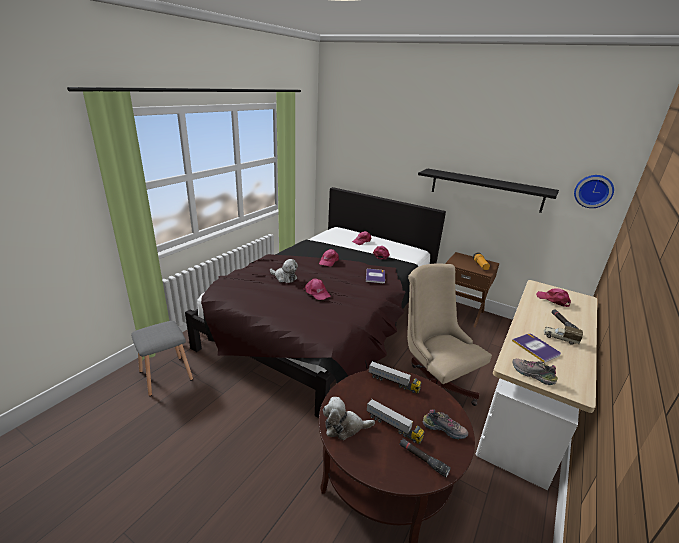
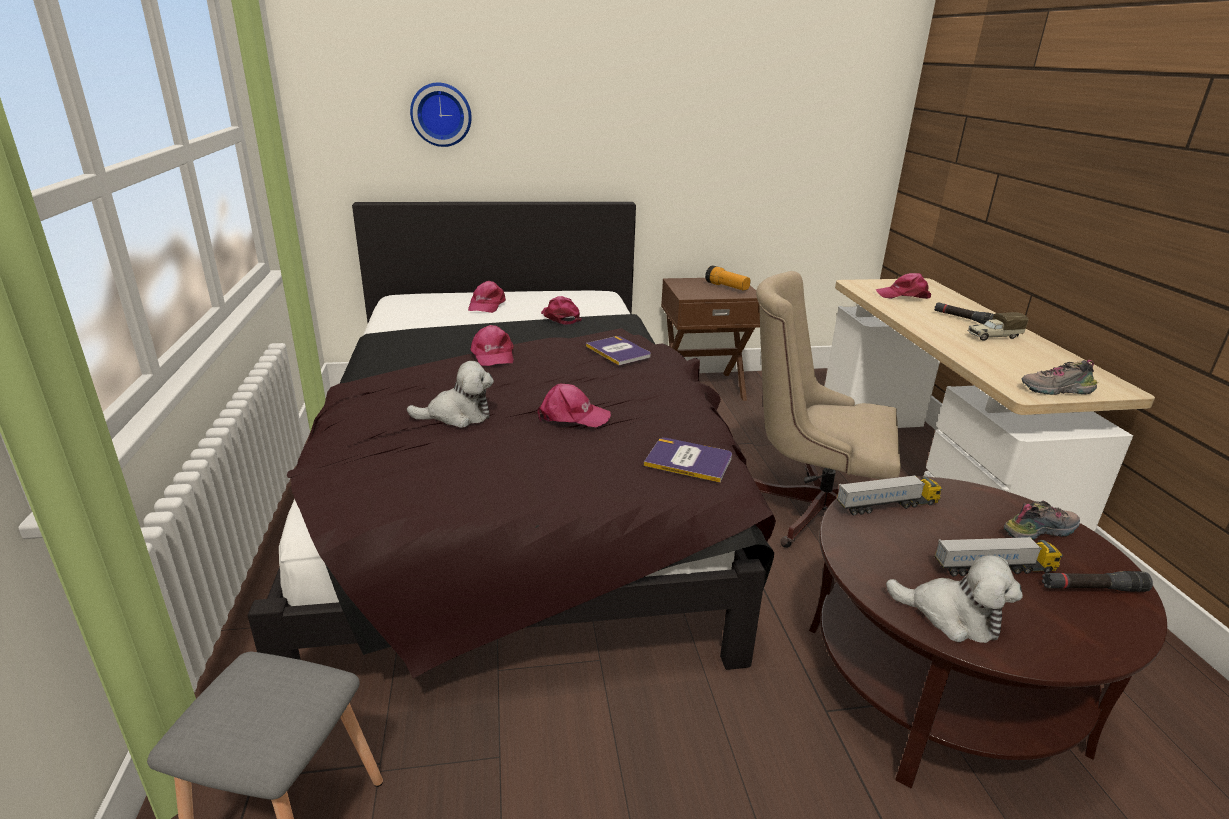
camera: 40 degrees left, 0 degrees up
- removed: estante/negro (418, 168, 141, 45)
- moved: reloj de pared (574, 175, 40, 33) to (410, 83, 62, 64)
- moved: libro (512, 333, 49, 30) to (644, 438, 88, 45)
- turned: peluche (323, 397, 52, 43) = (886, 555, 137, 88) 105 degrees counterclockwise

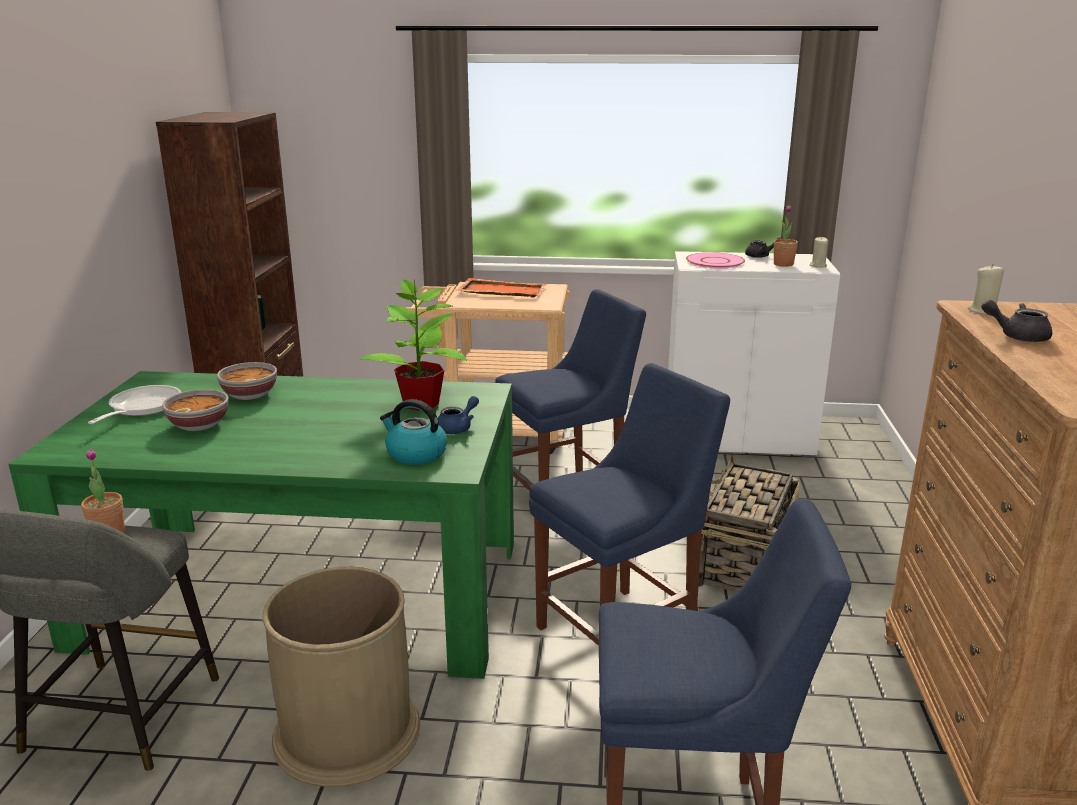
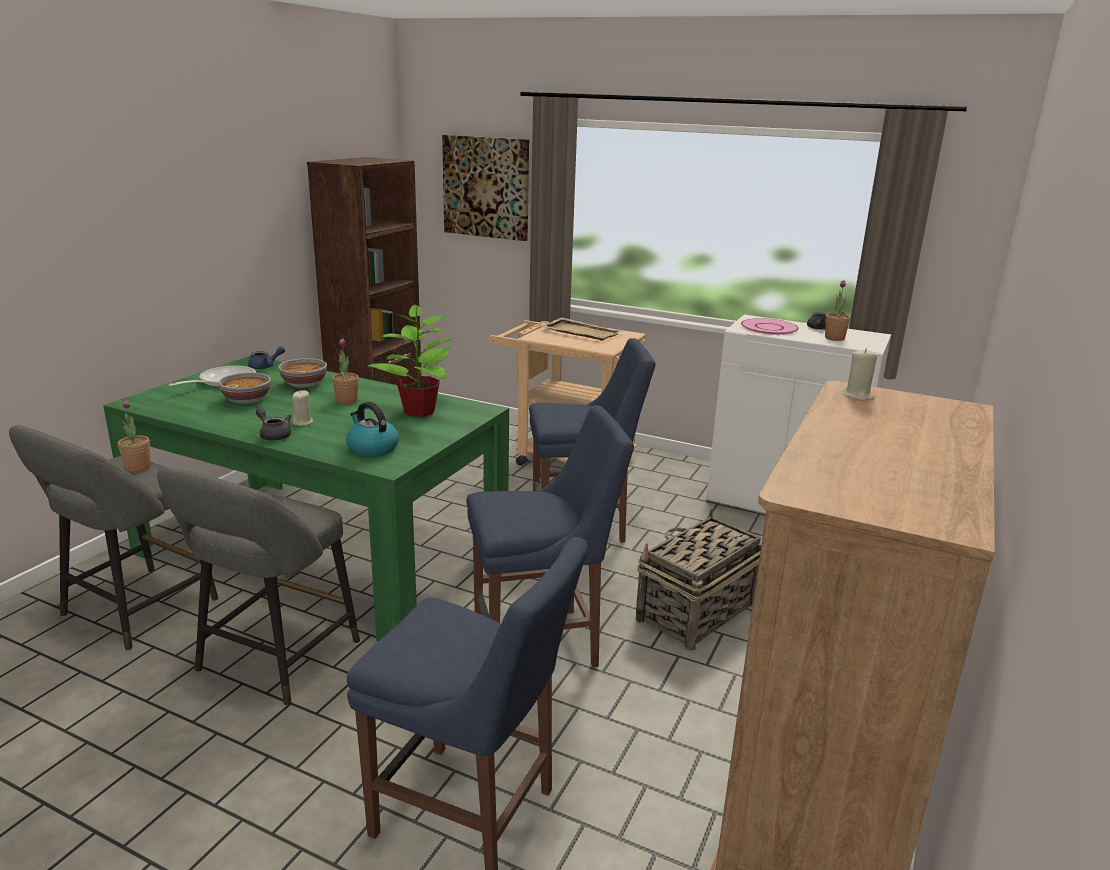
camera: 20 degrees right, 0 degrees up
- moved: vela/beis (810, 237, 18, 31) to (292, 390, 21, 36)
- recoloured: bandeja/naranja (456, 278, 91, 19) to bandeja/beis (540, 318, 85, 23)
- moved: tetera/gris (981, 300, 71, 42) to (256, 408, 36, 33)
- moved: tetera/azul (438, 396, 41, 38) to (248, 346, 37, 23)
- replaced: papelera/marrón (262, 567, 159, 220) to taburete/gris (157, 467, 203, 239)
- added: cuadro (442, 135, 87, 106)
- added: planta en maceta (332, 338, 27, 66)

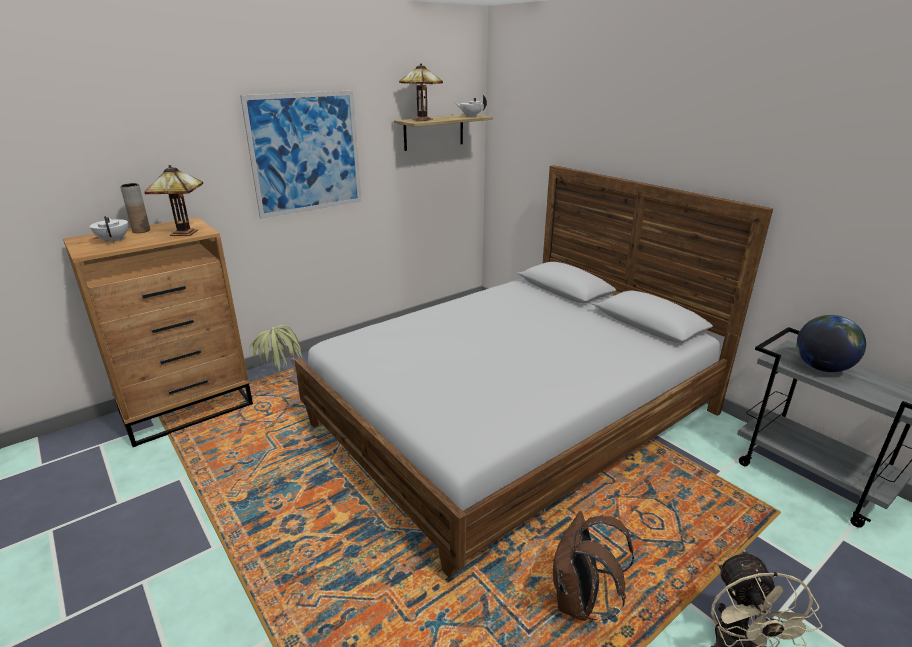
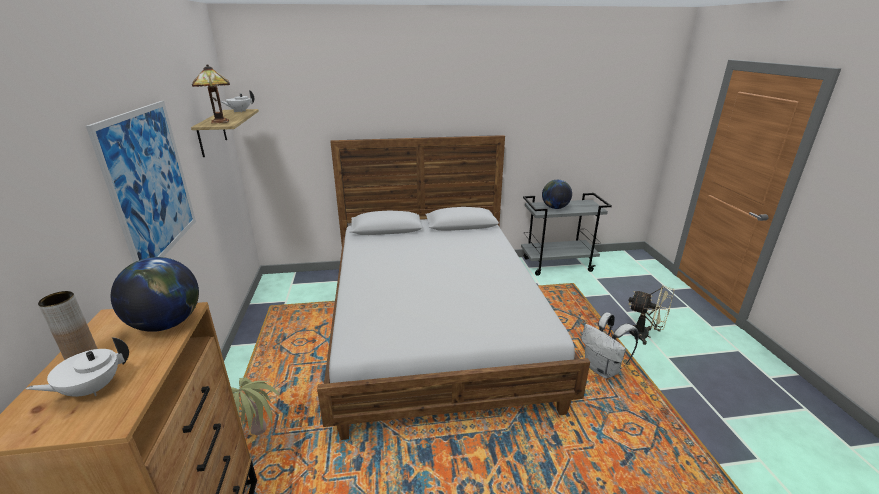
camera: 60 degrees left, 0 degrees up
- replaced: lámpara de mesa (145, 165, 58, 71) to globo terráqueo (111, 257, 88, 75)
- turned: tetera/blanco (90, 216, 38, 27) = (26, 337, 103, 60) 45 degrees counterclockwise
- recoloured: mochila/marrón (553, 511, 81, 110) to mochila/blanco (581, 312, 58, 67)

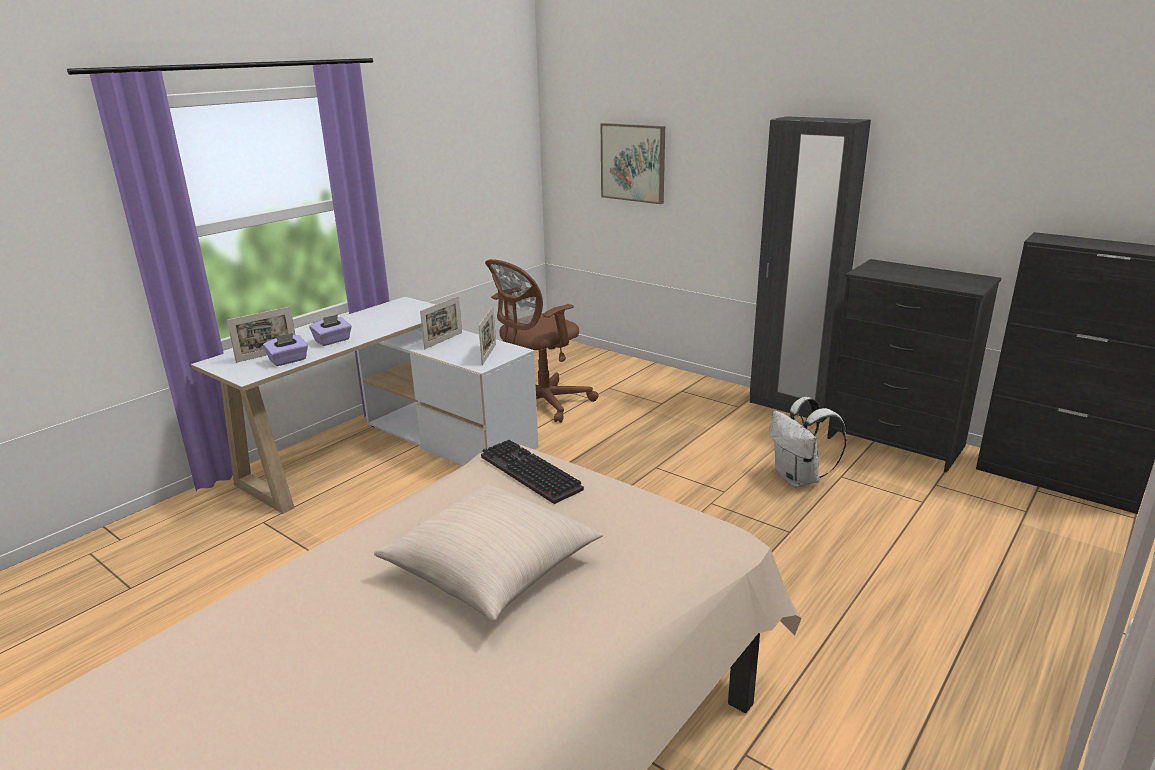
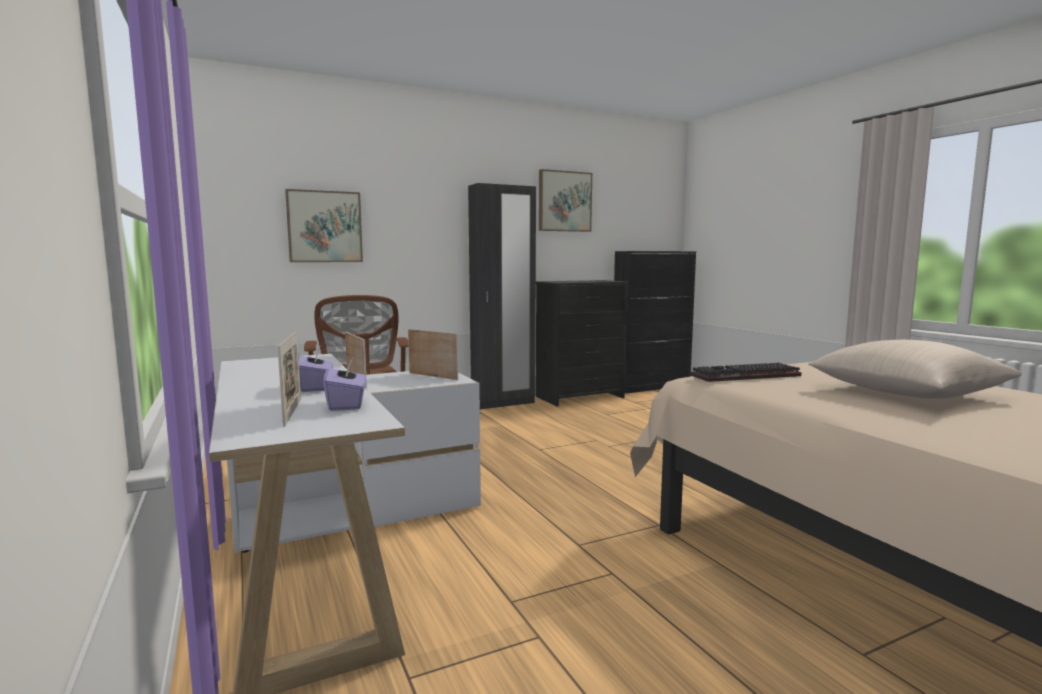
camera: 65 degrees left, 15 degrees down
- removed: mochila/blanco (769, 397, 78, 91)
- added: cuadro (539, 169, 53, 63)

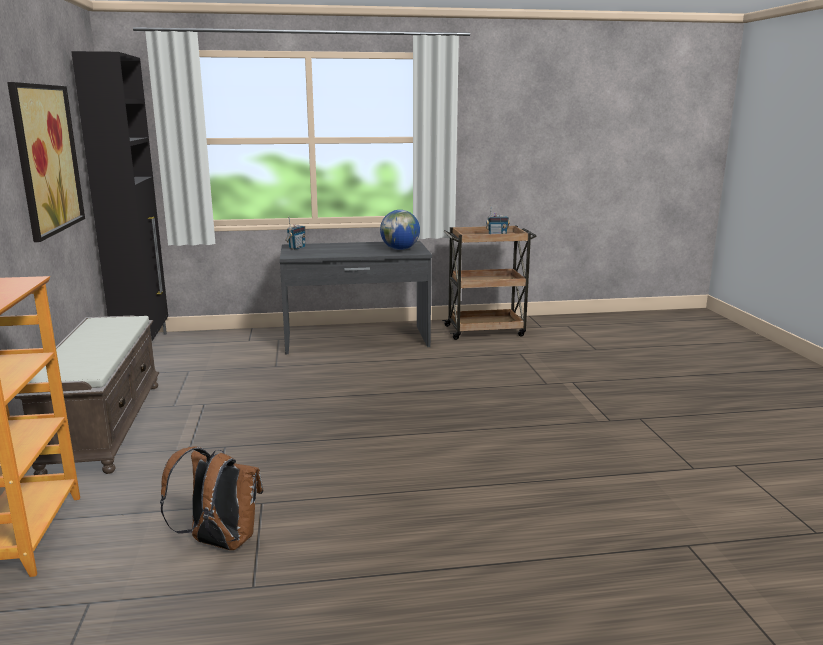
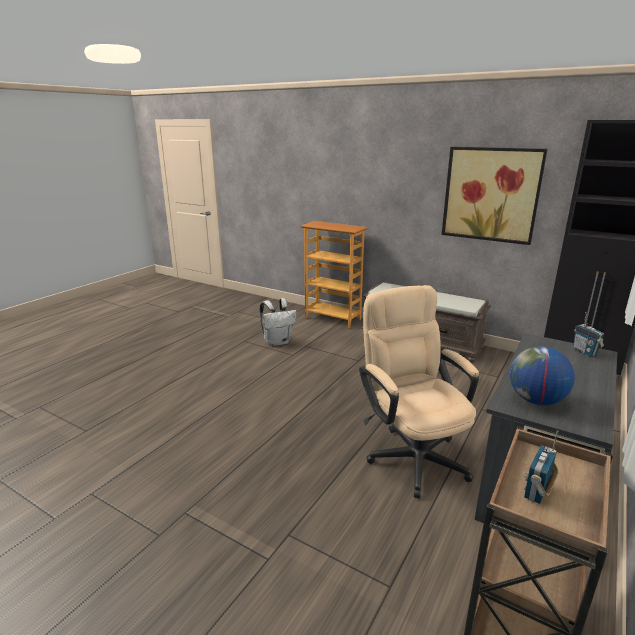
camera: 130 degrees right, 5 degrees up
- recoloured: mochila/marrón (160, 446, 103, 104) to mochila/blanco (260, 298, 37, 48)
- added: silla de oficina/beis (359, 285, 120, 213)

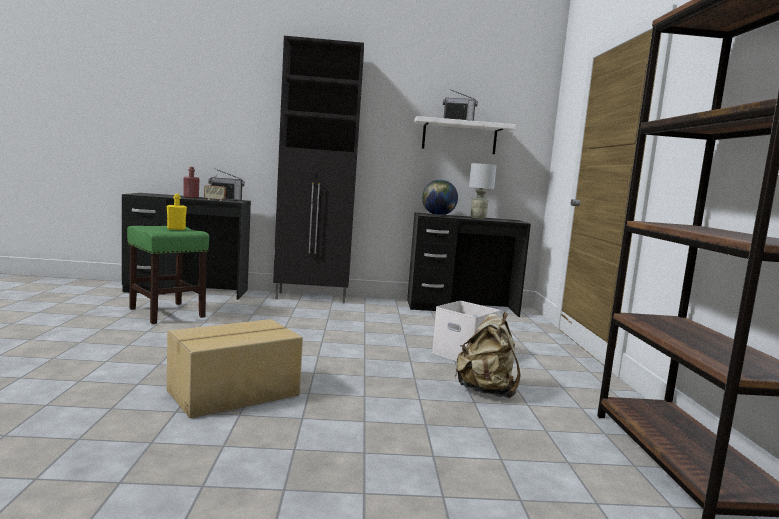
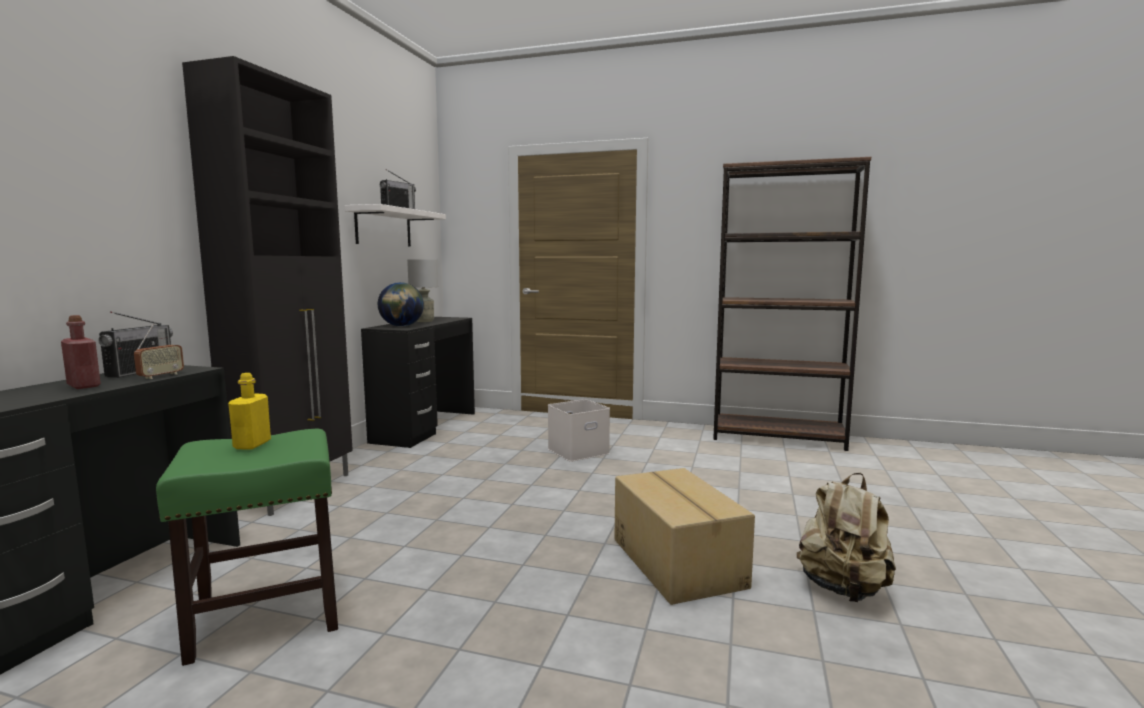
camera: 70 degrees left, 0 degrees up
- moved: mochila/beis (455, 312, 66, 86) to (797, 473, 99, 129)

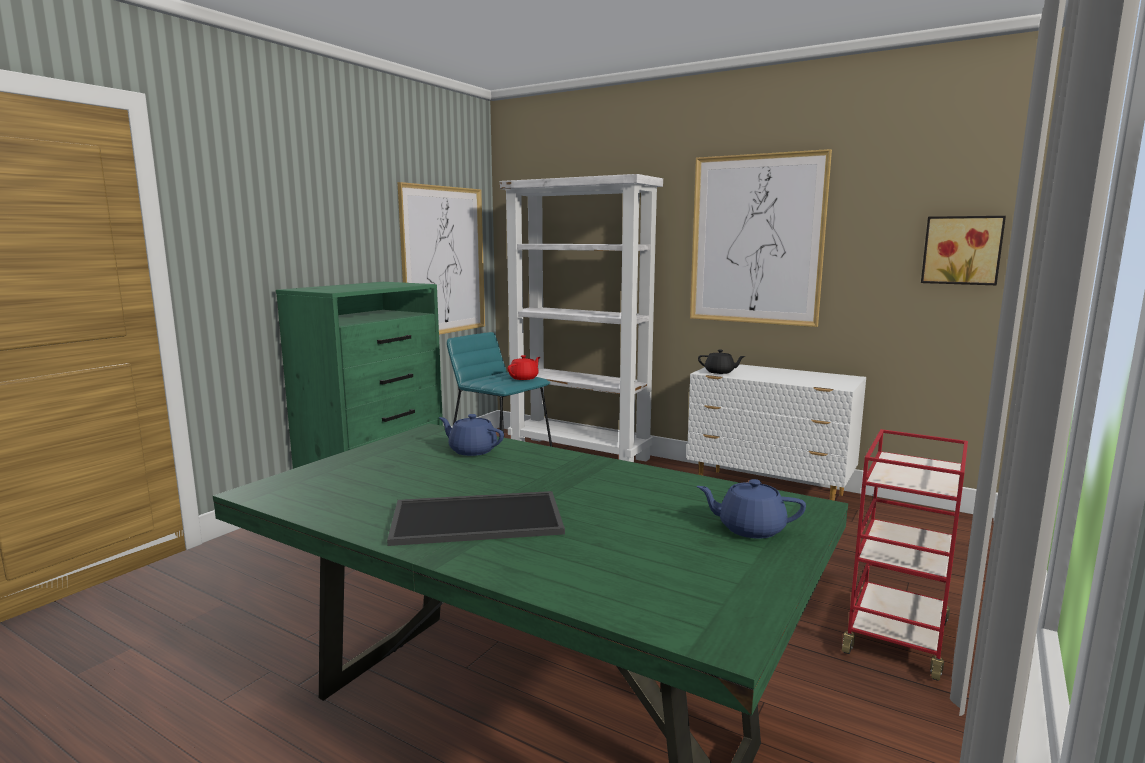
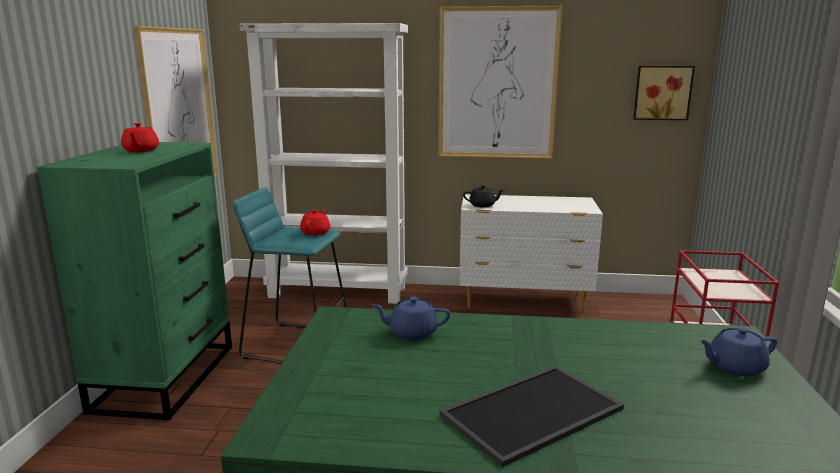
camera: 25 degrees left, 5 degrees up
- added: tetera/rojo (121, 123, 38, 29)

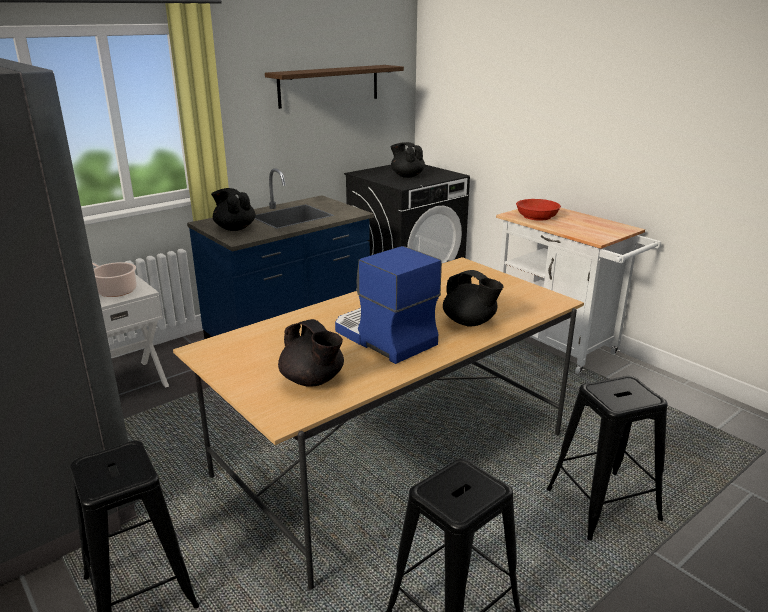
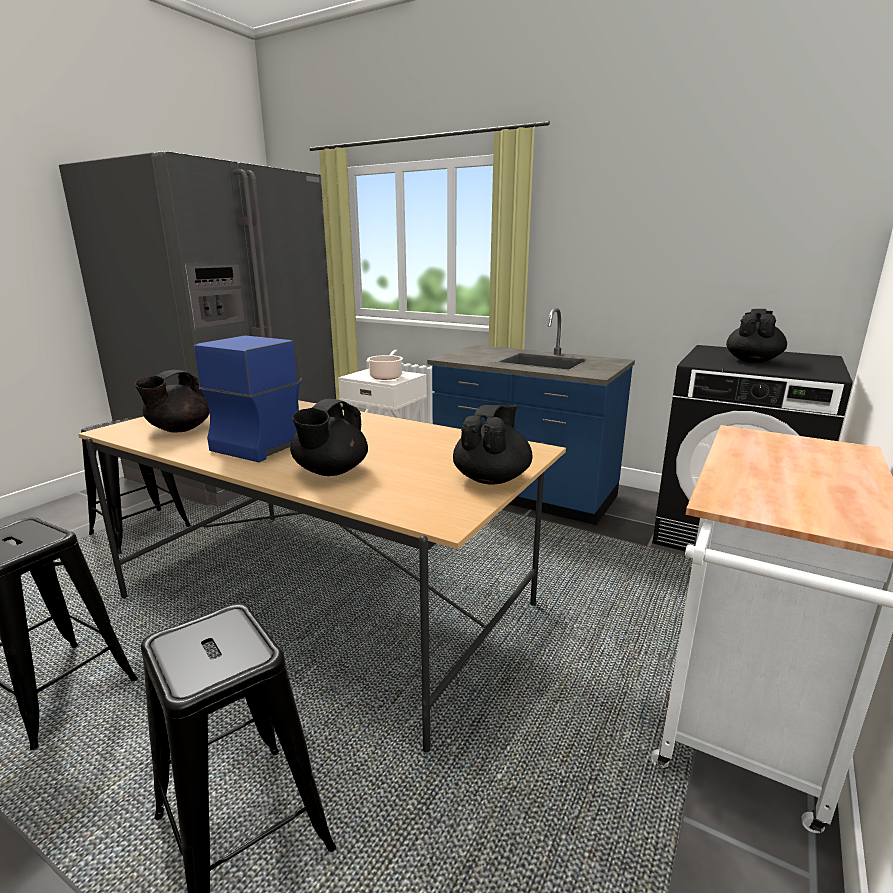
camera: 70 degrees right, 5 degrees down
- removed: estante (265, 65, 139, 44)
- moved: tetera/negro (211, 188, 44, 43) to (453, 405, 79, 79)
- removed: cuenco/rojo (516, 199, 45, 21)

